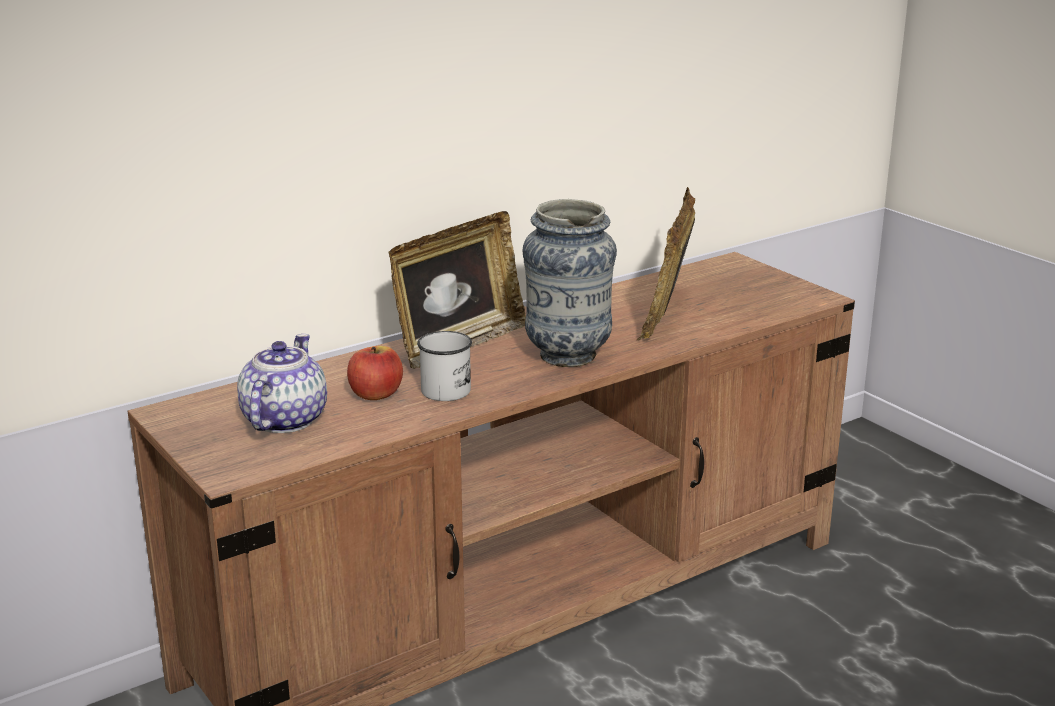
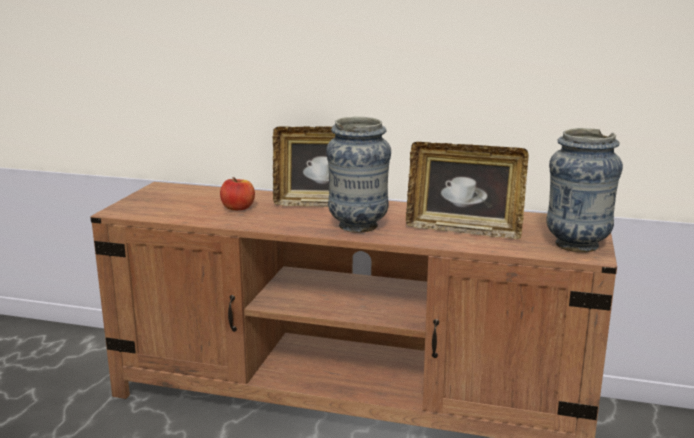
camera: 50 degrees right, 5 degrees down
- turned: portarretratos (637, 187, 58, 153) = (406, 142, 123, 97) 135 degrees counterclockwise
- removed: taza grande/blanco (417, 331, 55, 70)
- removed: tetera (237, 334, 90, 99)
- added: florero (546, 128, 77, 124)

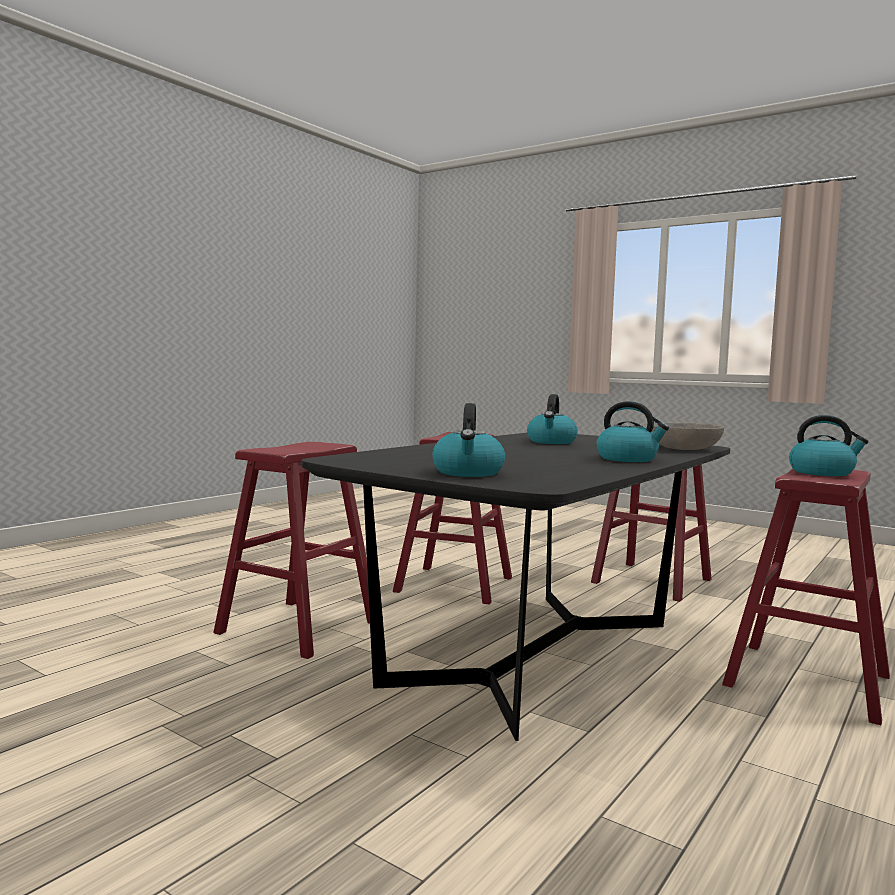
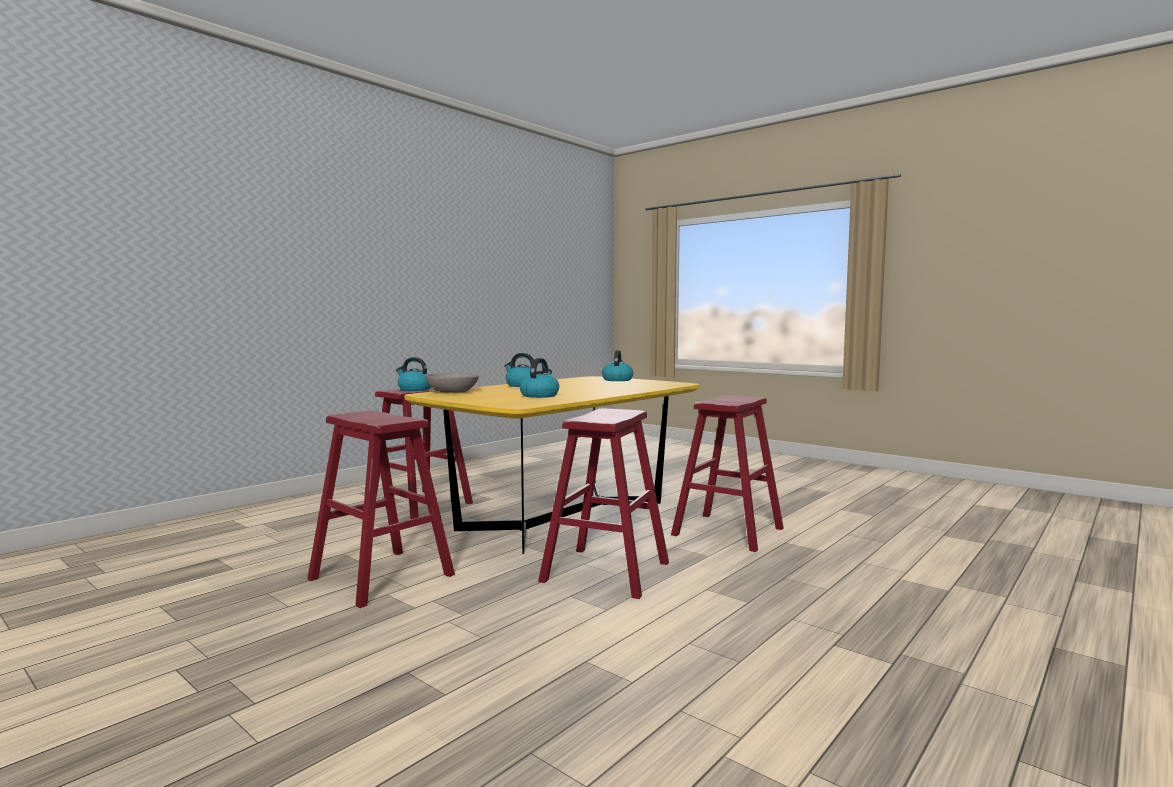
camera: 175 degrees left, 0 degrees up
- recoloured: mesa de comedor/negro (302, 433, 428, 308) to mesa de comedor/amarillo (404, 376, 296, 178)

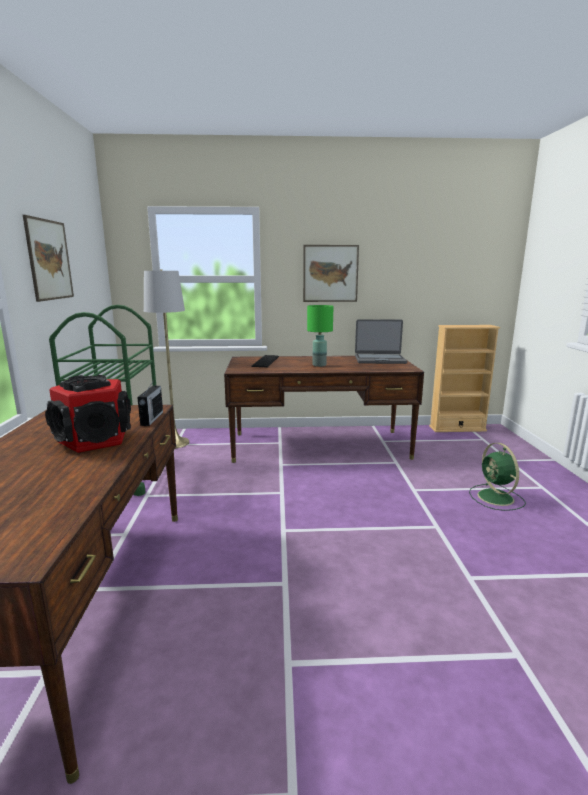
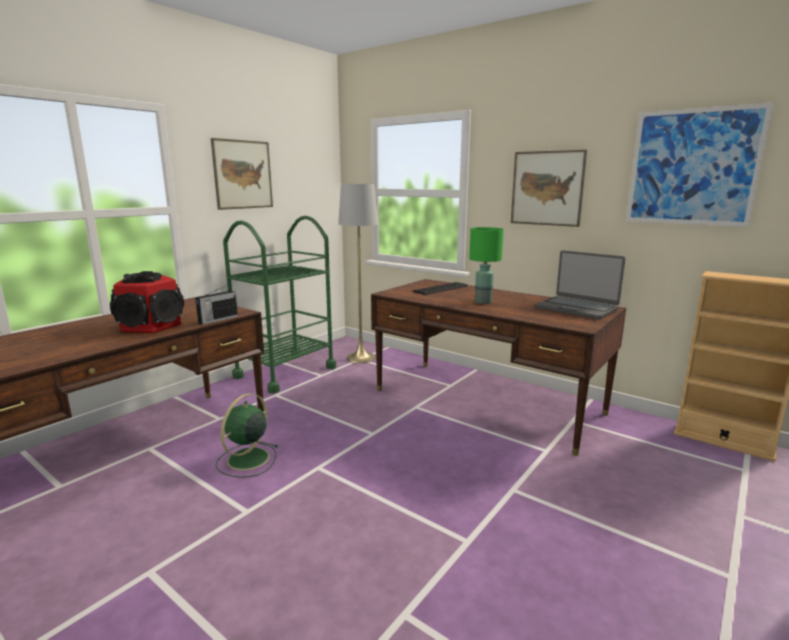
camera: 40 degrees right, 0 degrees up
- moved: ventilador/verde (469, 443, 57, 68) to (216, 393, 62, 85)
- added: cuadro (626, 102, 147, 125)

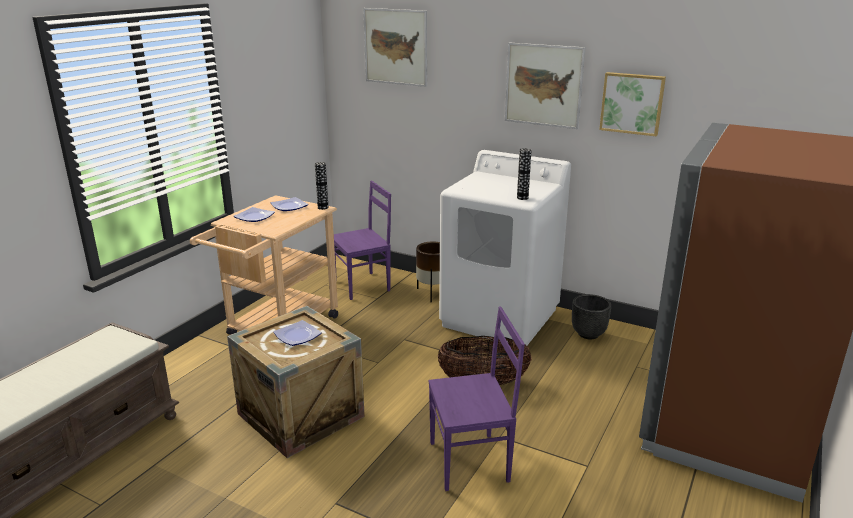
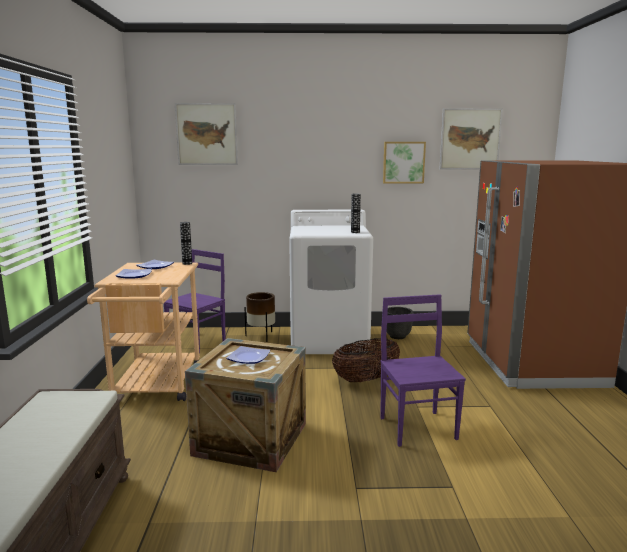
camera: 30 degrees left, 10 degrees down
- moved: cuadro (505, 42, 81, 87) to (440, 108, 63, 61)
- turned: silla/morado (428, 307, 97, 184) = (380, 294, 86, 153) 60 degrees counterclockwise

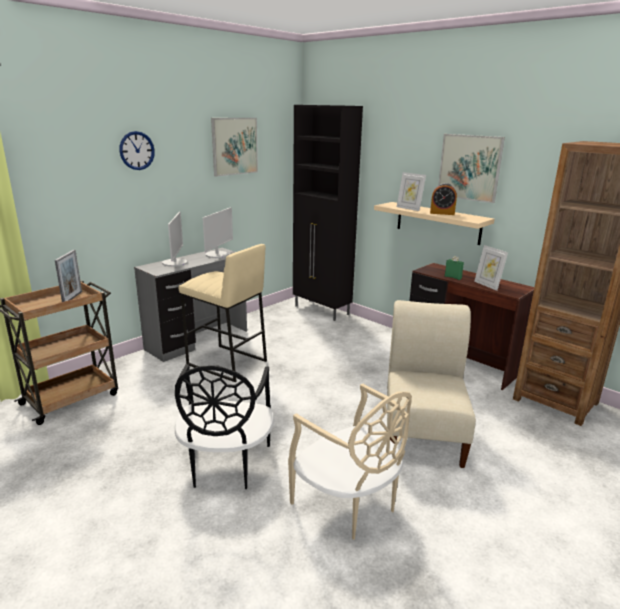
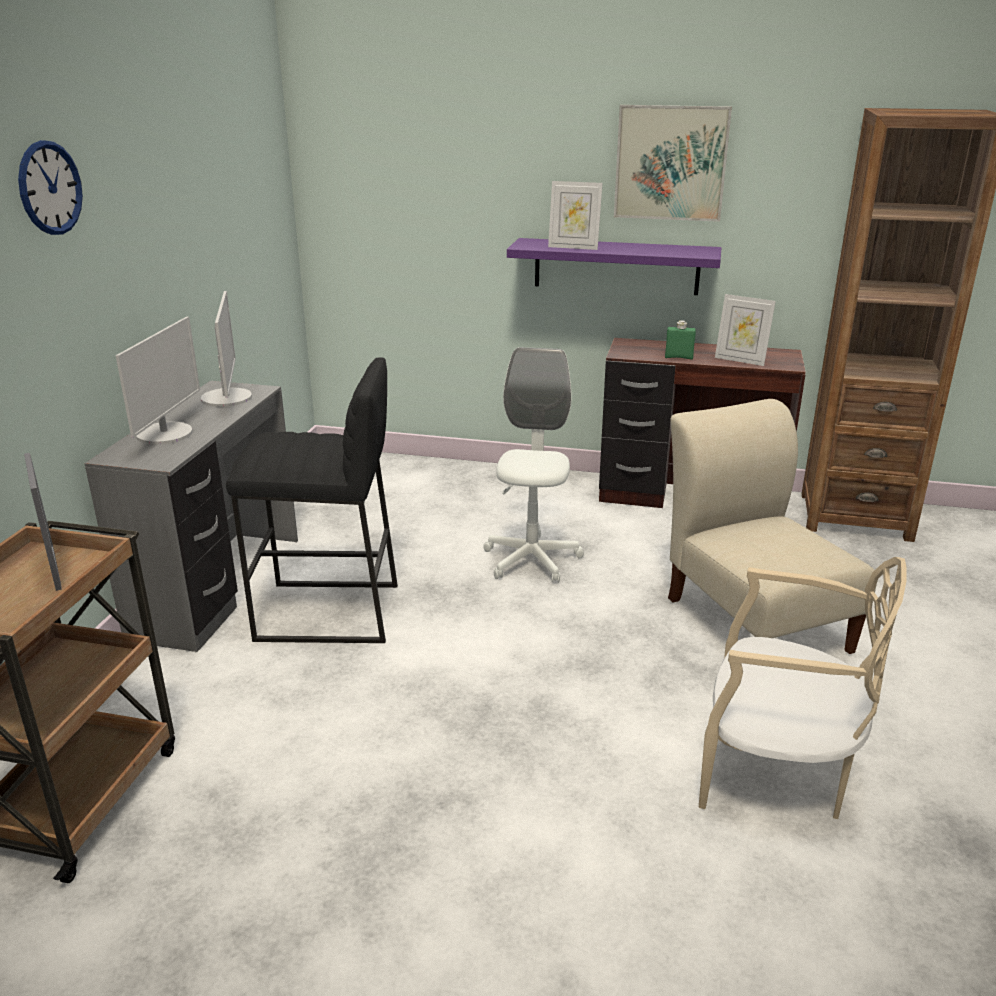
camera: 30 degrees left, 5 degrees up
- removed: armario/negro (293, 105, 70, 216)
- removed: cuadro (211, 118, 47, 59)
- removed: despertador (430, 183, 27, 32)
- recoloured: estante/beis (374, 202, 120, 43) to estante/morado (507, 238, 215, 57)
- turned: monitor (162, 212, 25, 55) = (116, 317, 84, 128) 45 degrees clockwise
- recoloured: taburete/beis (179, 244, 88, 138) to taburete/negro (226, 357, 172, 286)
- removed: silla/negro (175, 364, 99, 125)
- added: silla de oficina/blanco (483, 347, 101, 236)

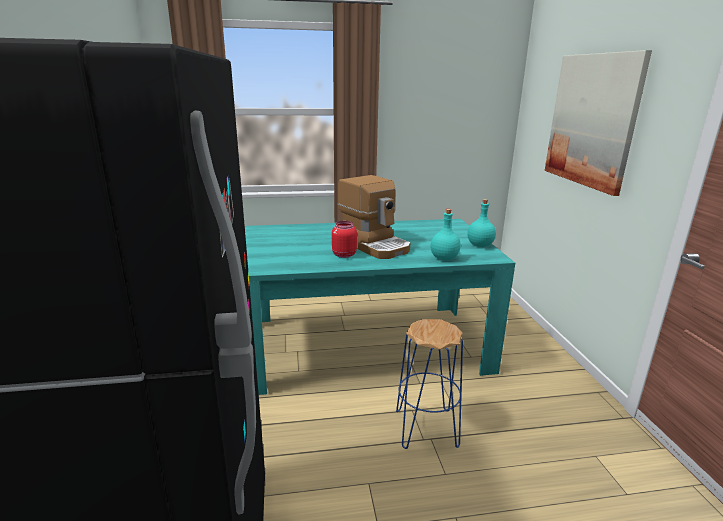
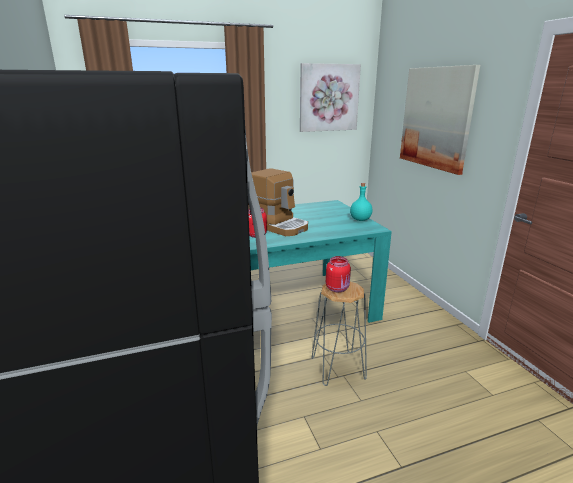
camera: 10 degrees left, 0 degrees up
- removed: botella/turquesa (431, 209, 30, 51)
- recoloured: taburete/azul (396, 319, 67, 130) to taburete/gris (311, 282, 56, 104)
- added: cuadro (300, 63, 61, 69)
- added: tarro/rojo (326, 256, 25, 36)

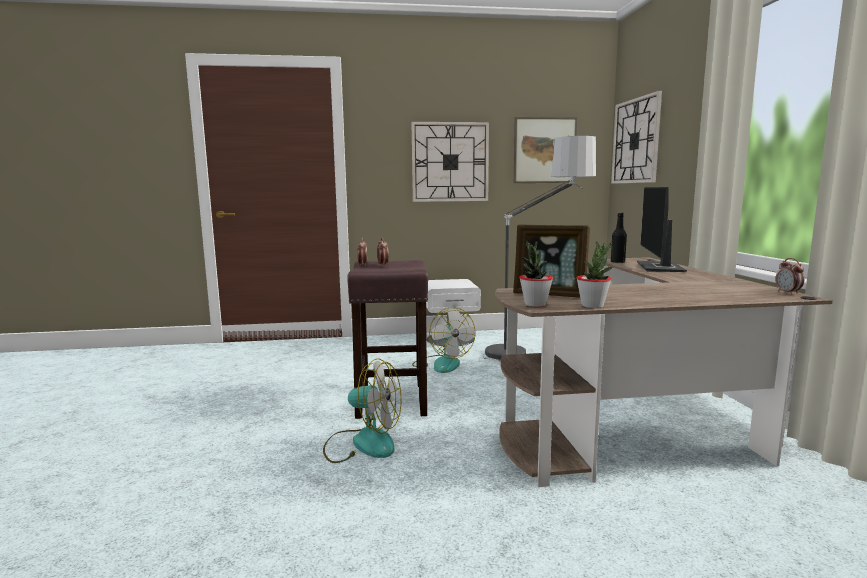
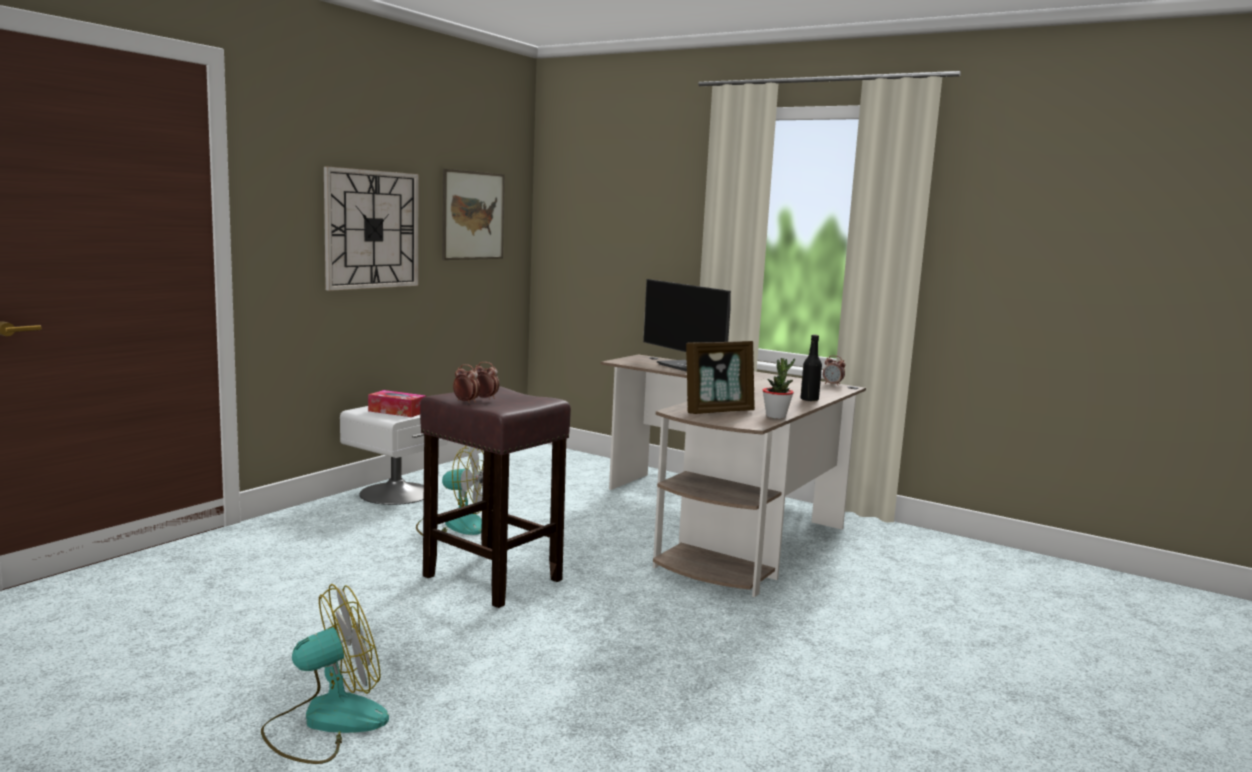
camera: 50 degrees left, 0 degrees up
- removed: reloj de pared (611, 91, 51, 93)
- removed: lámpara de pie (483, 136, 113, 225)
- moved: botella/negro (611, 212, 16, 51) to (800, 335, 22, 66)
- removed: planta en maceta (519, 241, 34, 66)
- moved: ventilador (323, 358, 78, 105) to (261, 584, 128, 180)
- added: caja de pañuelos (368, 390, 58, 27)

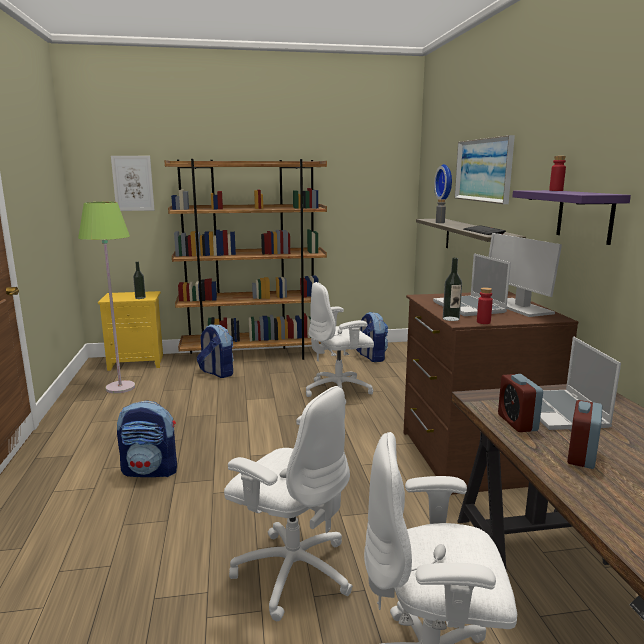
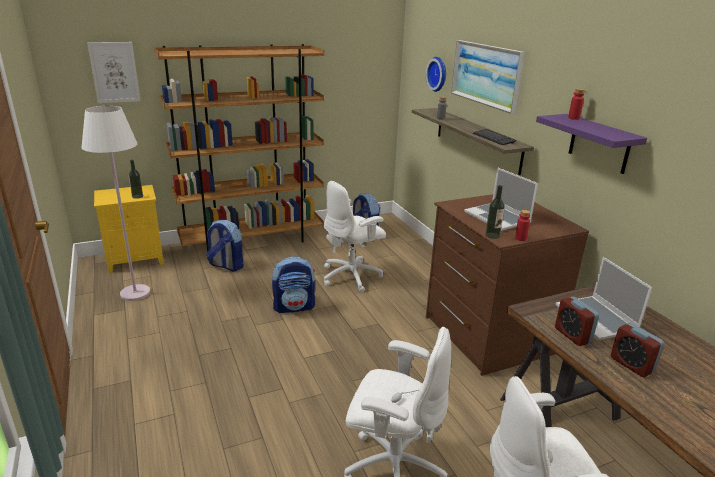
camera: 15 degrees left, 10 degrees up
- recoloured: lámpara de pie/verde (78, 202, 57, 192) to lámpara de pie/blanco (82, 106, 68, 195)
- removed: monitor (488, 233, 74, 84)
- moved: mochila (117, 400, 60, 77) to (272, 256, 43, 57)
- turned: despertador (567, 400, 36, 69) = (611, 323, 53, 54) 45 degrees counterclockwise

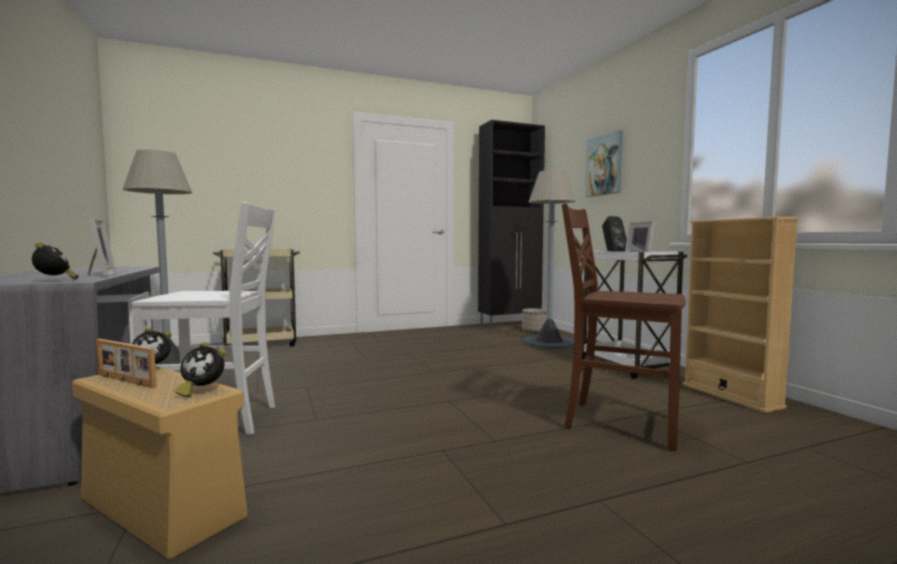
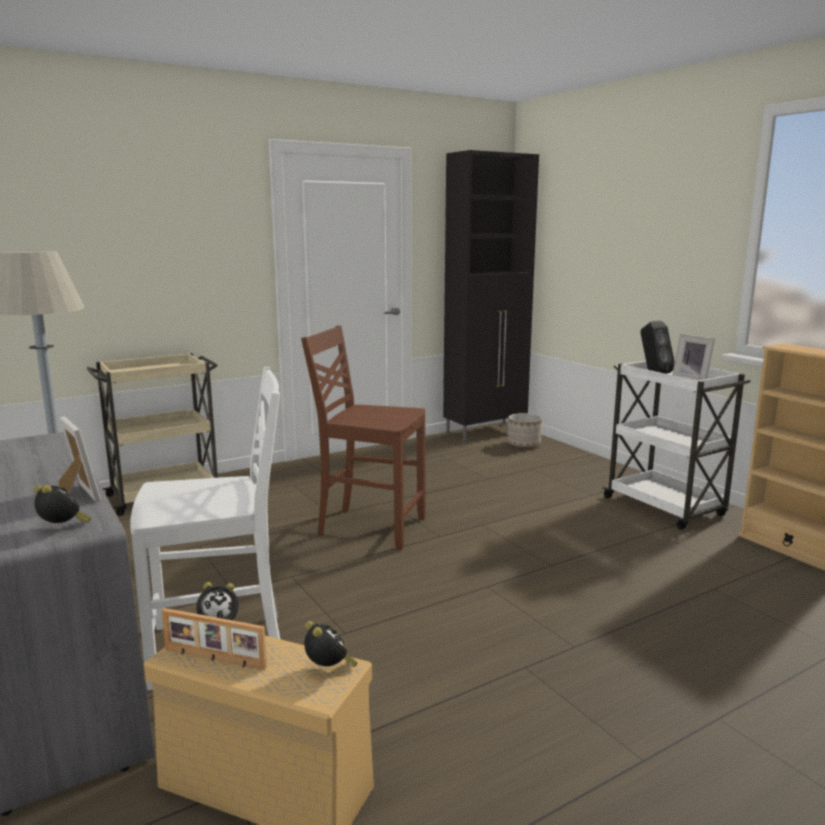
camera: 10 degrees left, 10 degrees up
- removed: cuadro (585, 130, 37, 67)
- removed: lámpara de pie/gris (523, 170, 53, 179)
- moved: silla/marrón (562, 203, 124, 249) to (301, 325, 125, 225)
- turned: despertador (175, 342, 51, 56) = (304, 621, 54, 46) 120 degrees counterclockwise

